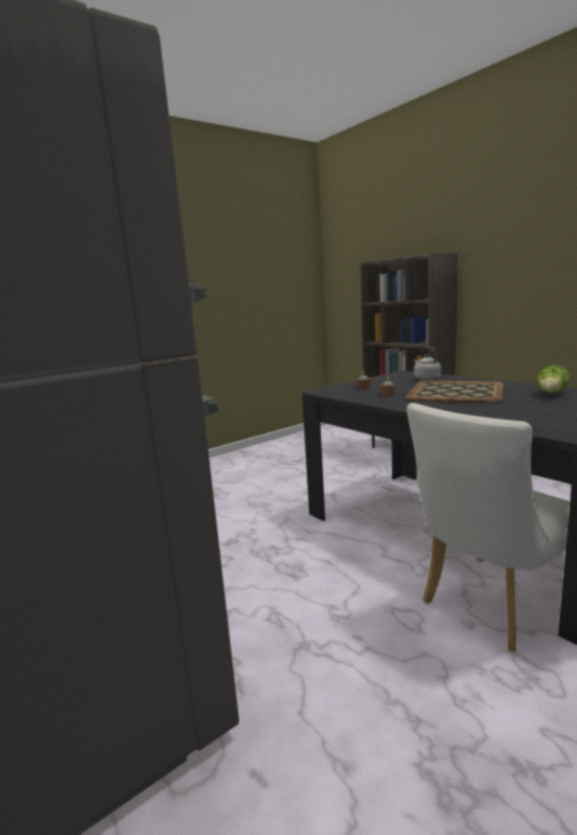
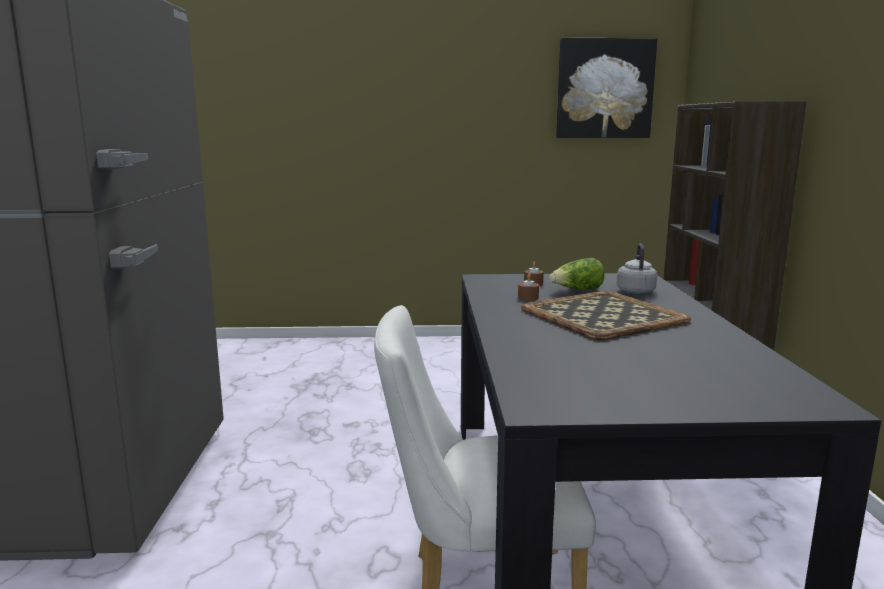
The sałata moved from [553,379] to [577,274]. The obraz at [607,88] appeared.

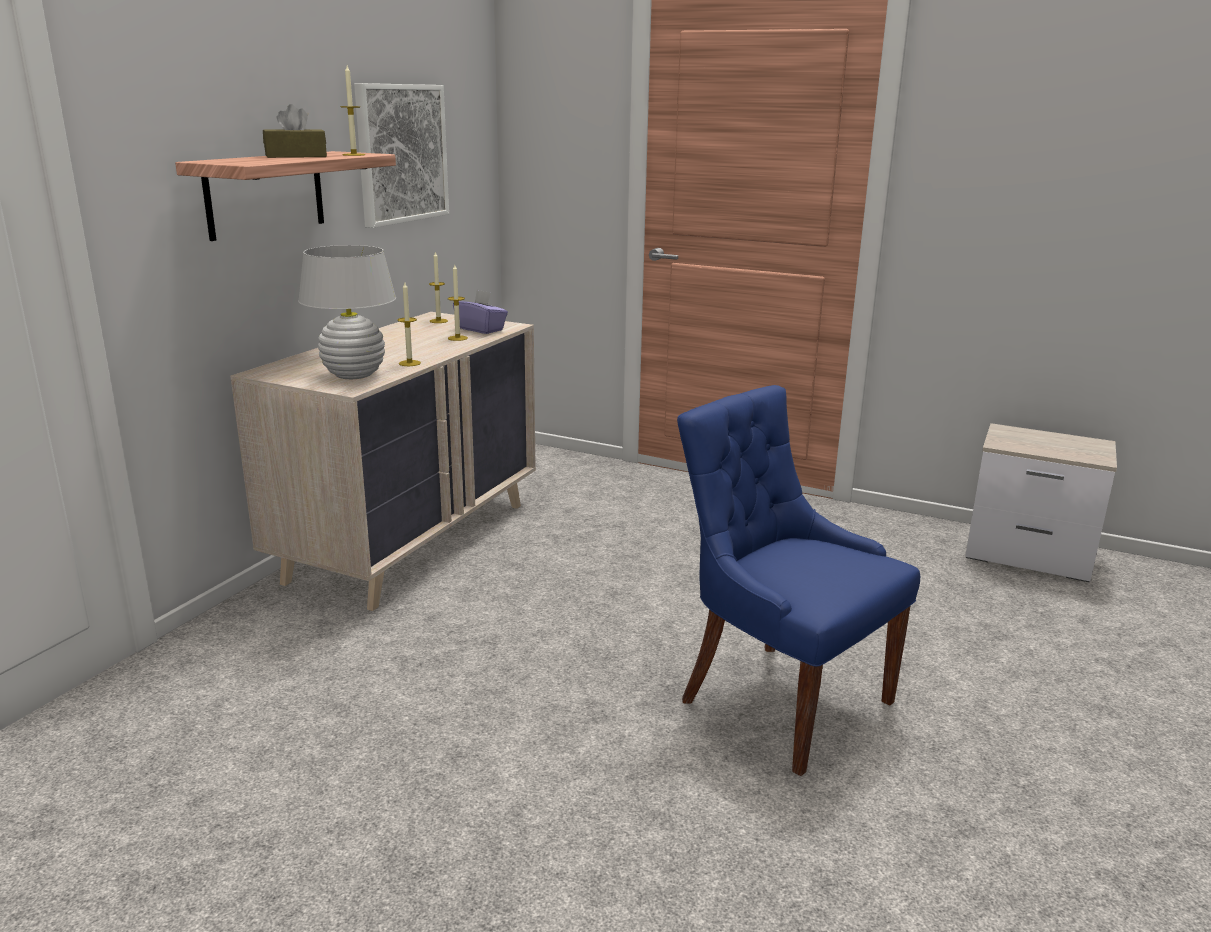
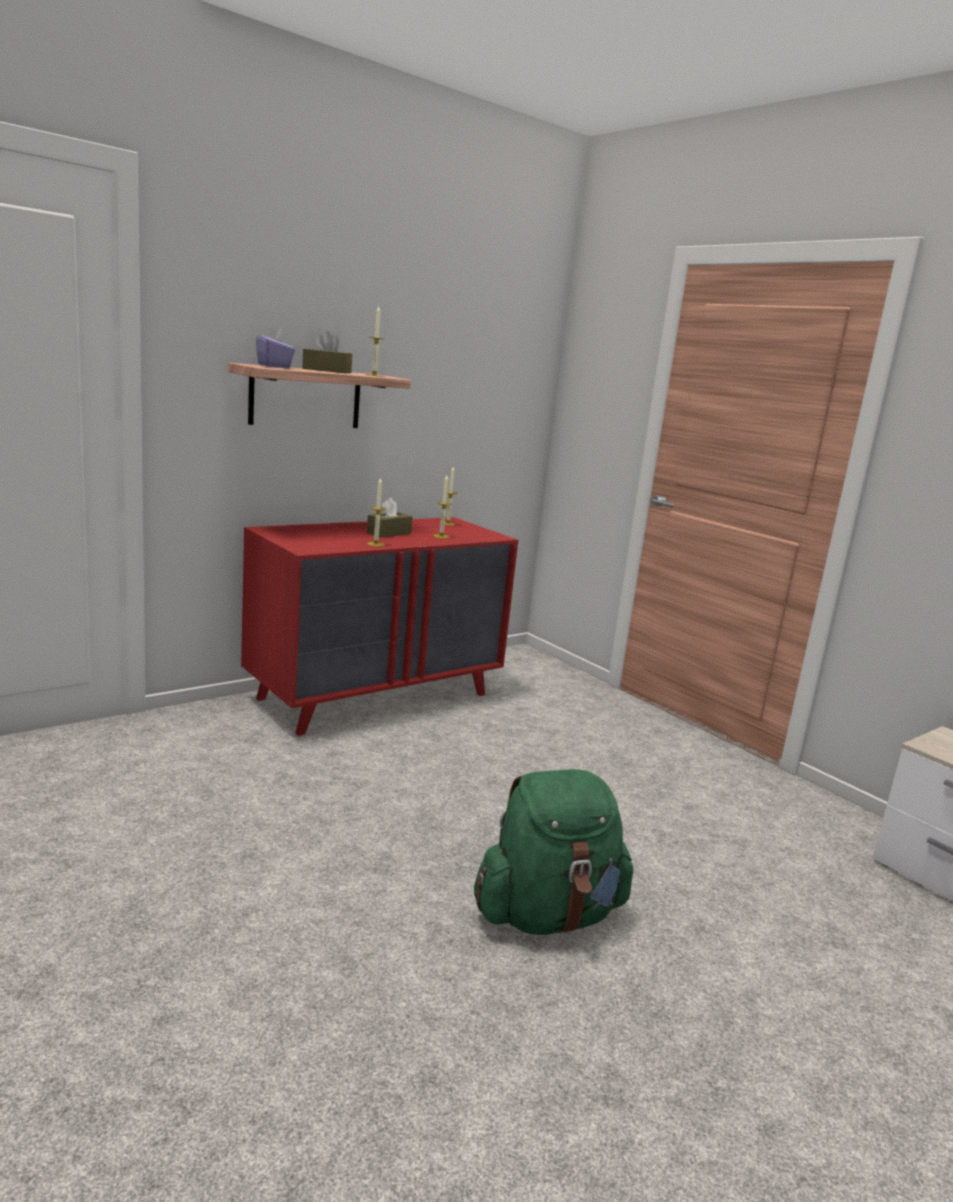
The obraz at [401,155] disappeared. The lampa stołowa/biały at [347,312] disappeared. The pudełko chusteczek/fioletowy moved from [480,312] to [275,348]. The komoda/beżowy at [383,461] became the komoda/czerwony at [379,626]. The krzesło/niebieski at [798,580] was replaced by the plecak/zielony at [553,852]. The pudełko chusteczek/brązowy at [390,518] appeared.

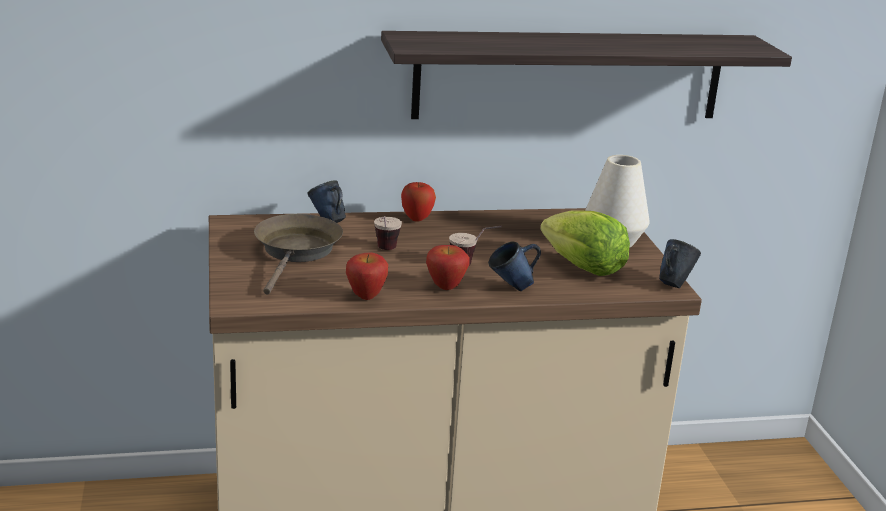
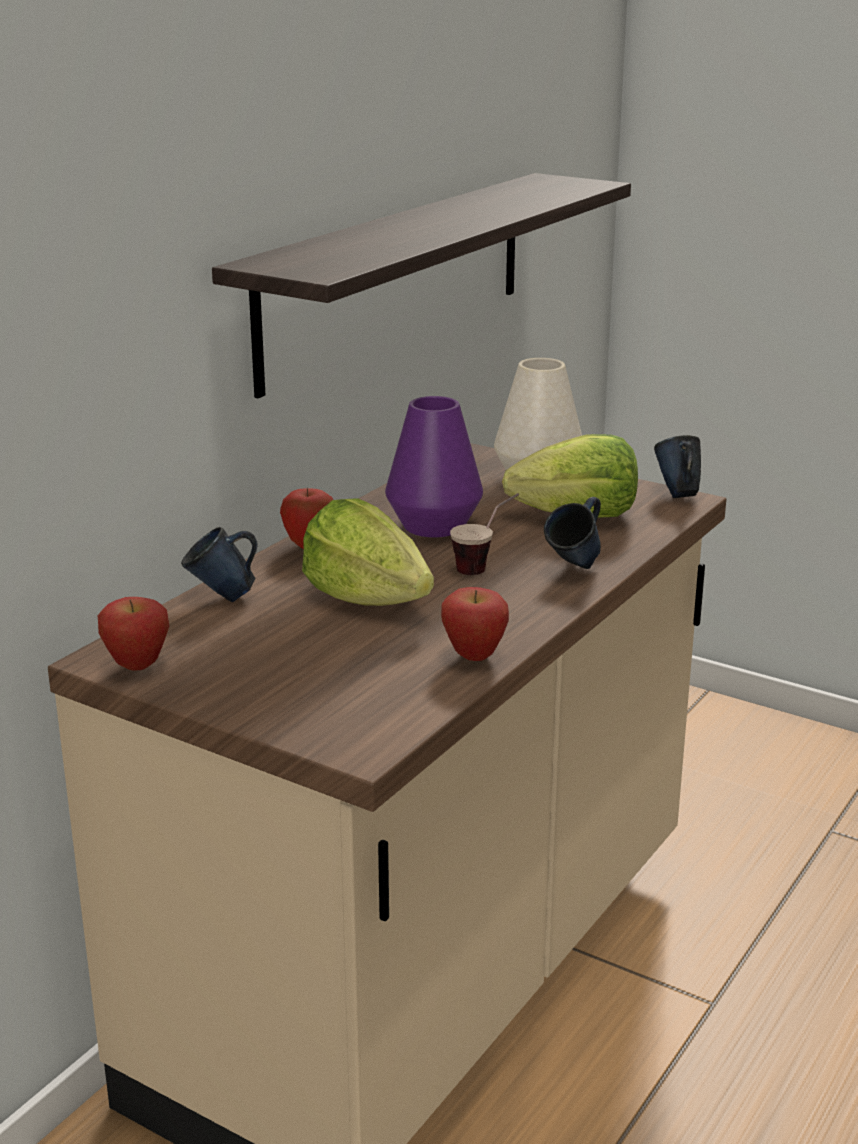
The patelnia/brązowy at [298,254] disappeared. The filiżanka at [388,233] was replaced by the sałata at [368,552]. The jabłko moved from [448,267] to [133,633]. The wazon/fioletowy at [434,466] appeared.

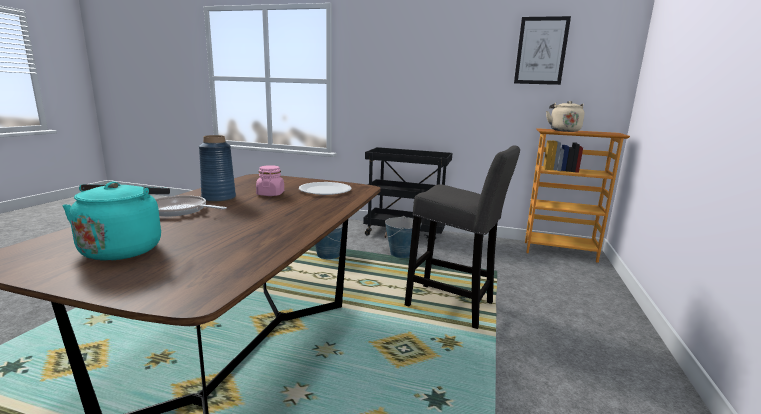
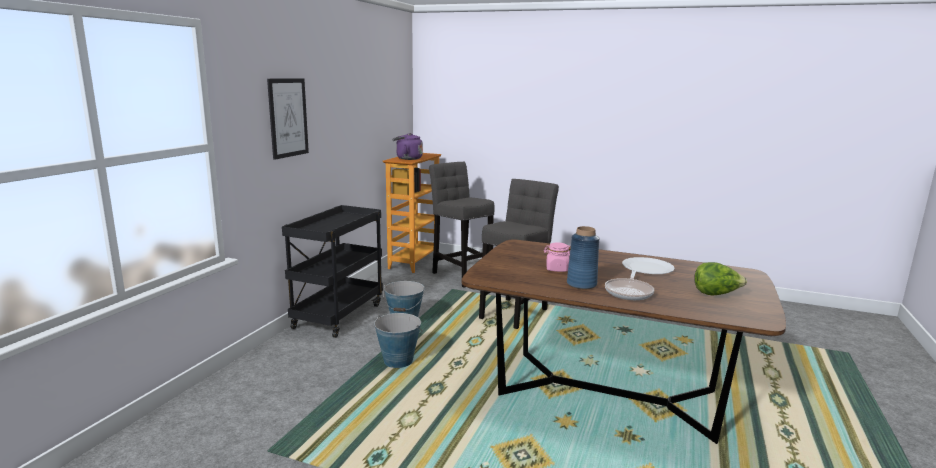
The obraz moved from [542,50] to [288,119]. The czajnik/beżowy at [565,116] became the czajnik/fioletowy at [407,146]. The czajnik/turkusowy at [116,221] was replaced by the sałata at [720,279]. The talerz/biały moved from [325,188] to [648,265]. The stołek/szary at [462,224] appeared.

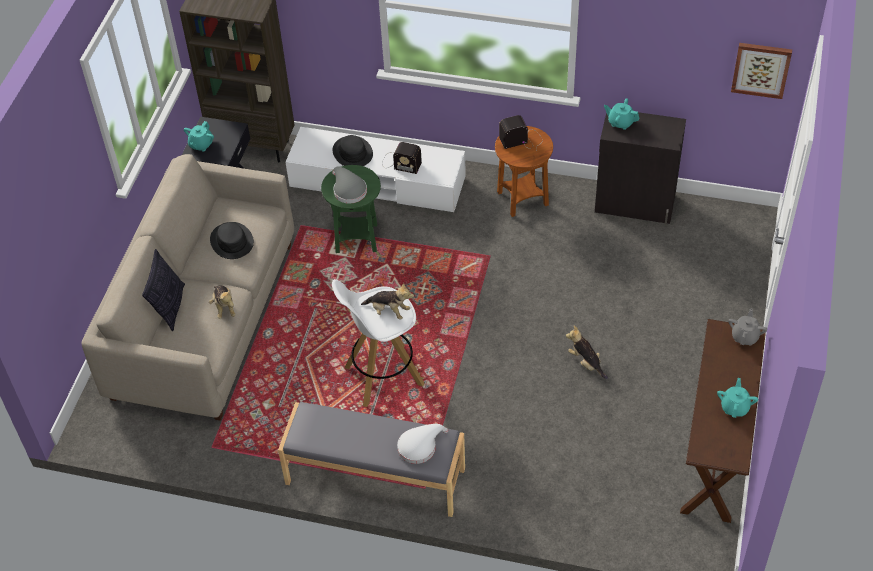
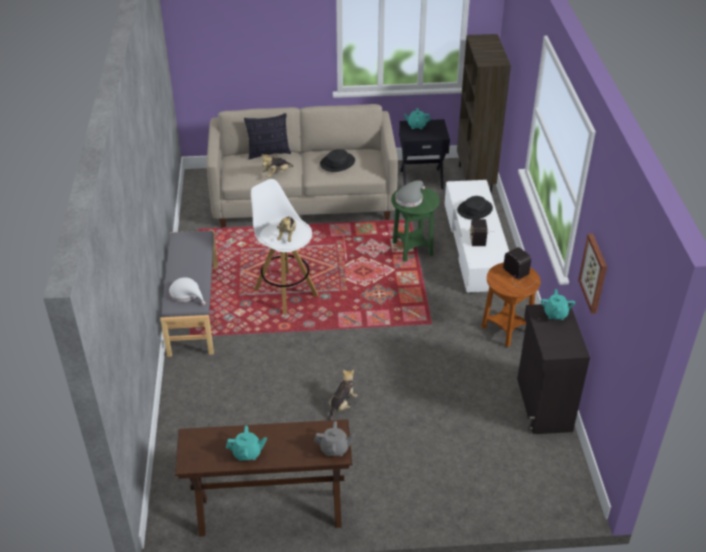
The obraz moved from [761,71] to [592,273].

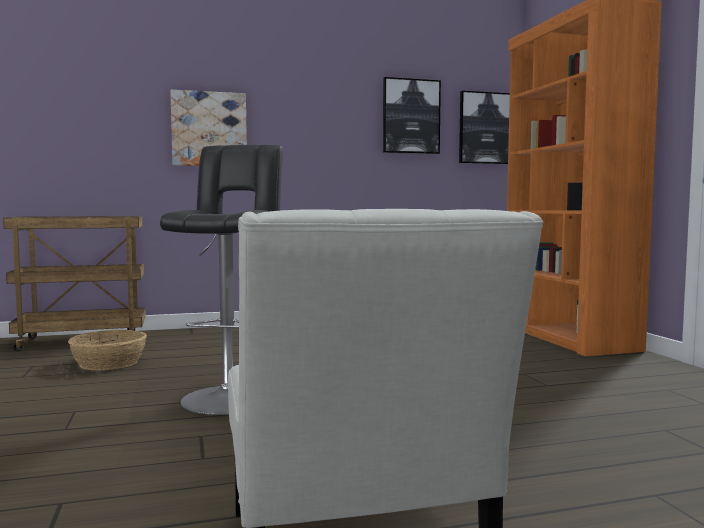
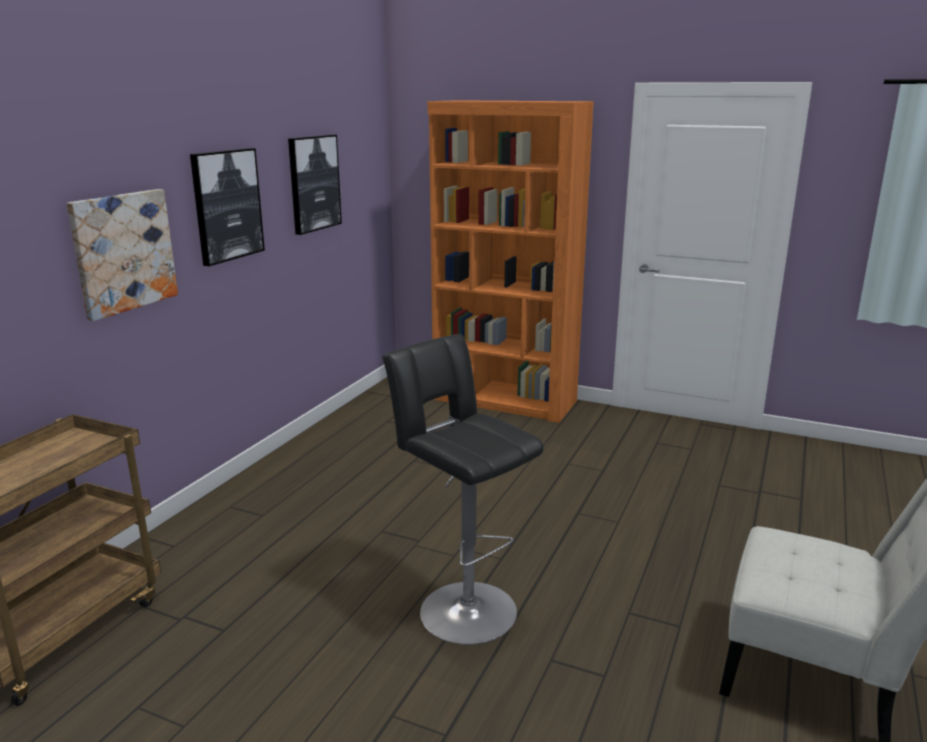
The obraz moved from [484,127] to [227,207]. The koszyk at [107,350] disappeared.

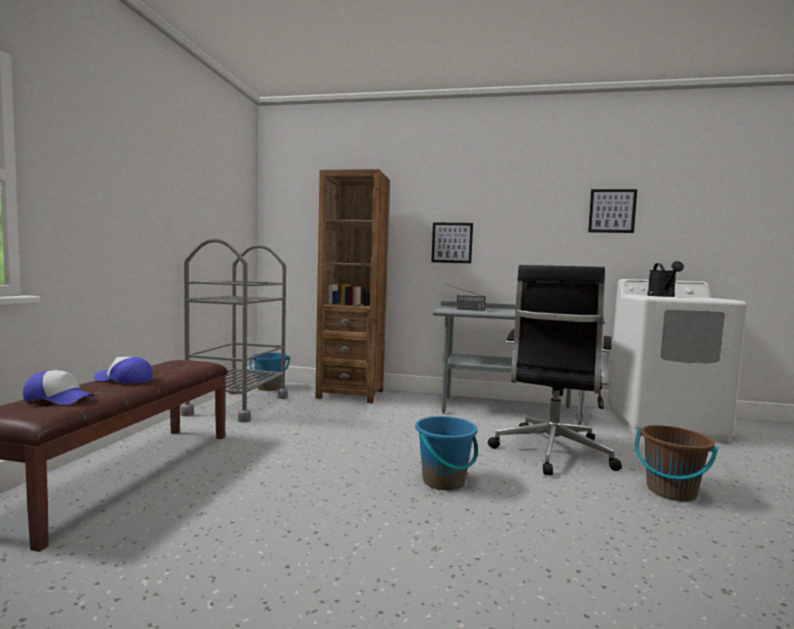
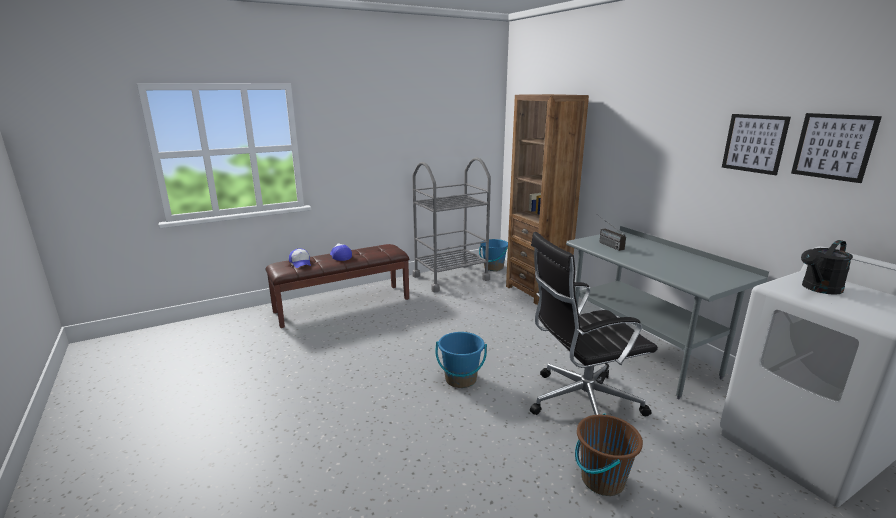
The obraz moved from [452,242] to [756,144].

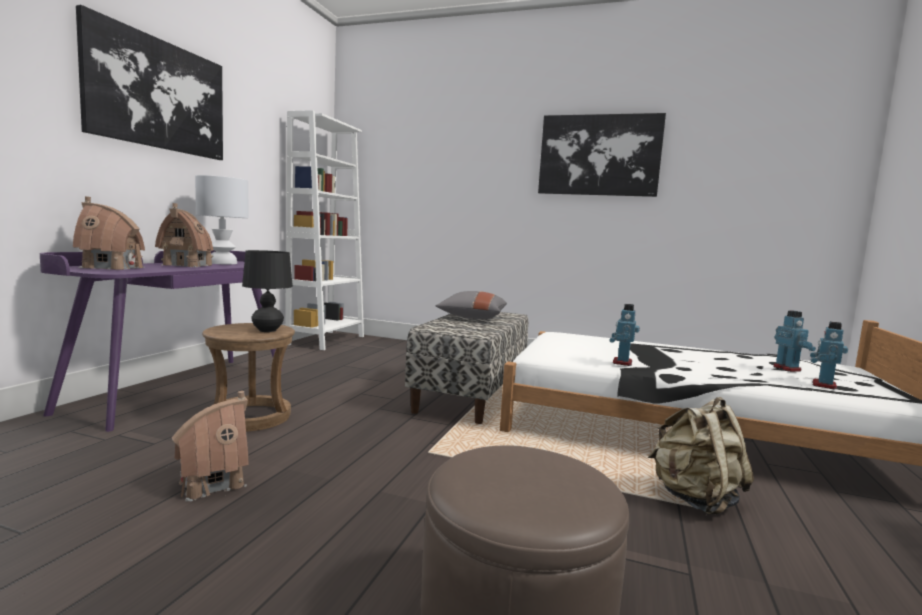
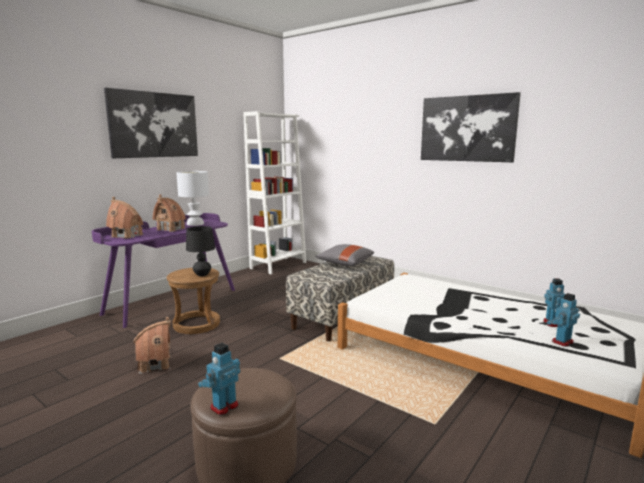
The robot zabawkowy moved from [624,335] to [219,379]. The plecak/beżowy at [701,456] disappeared.

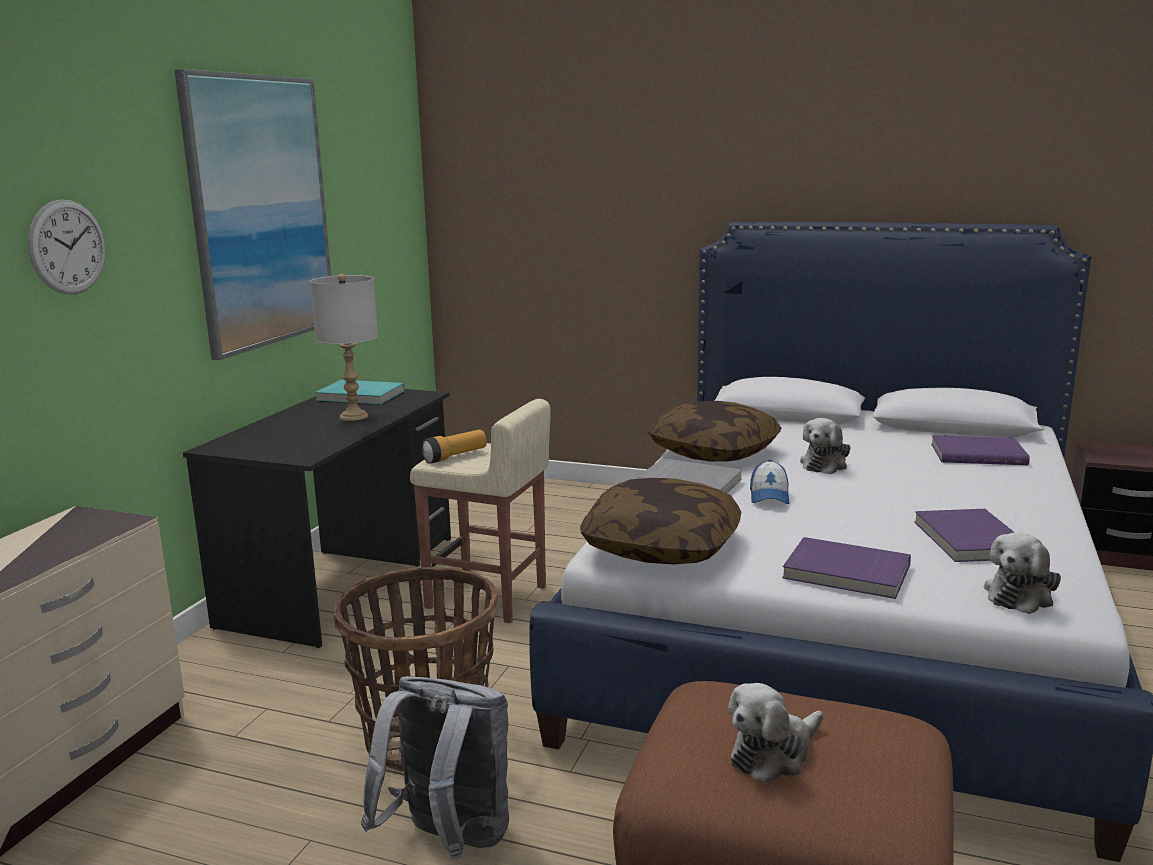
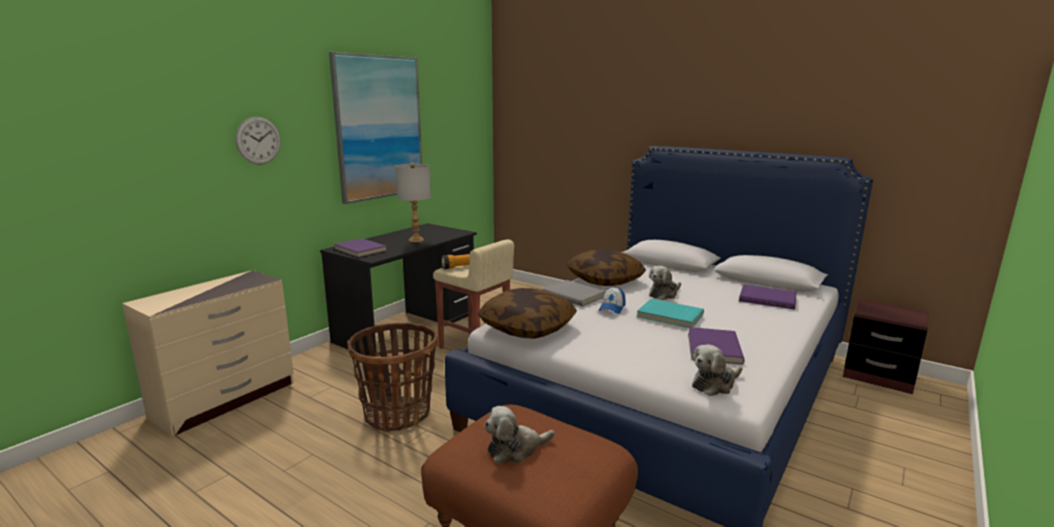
The książka/turkusowy moved from [360,392] to [670,313]. The książka/fioletowy moved from [846,568] to [361,247]. The plecak/szary at [435,768] disappeared.

